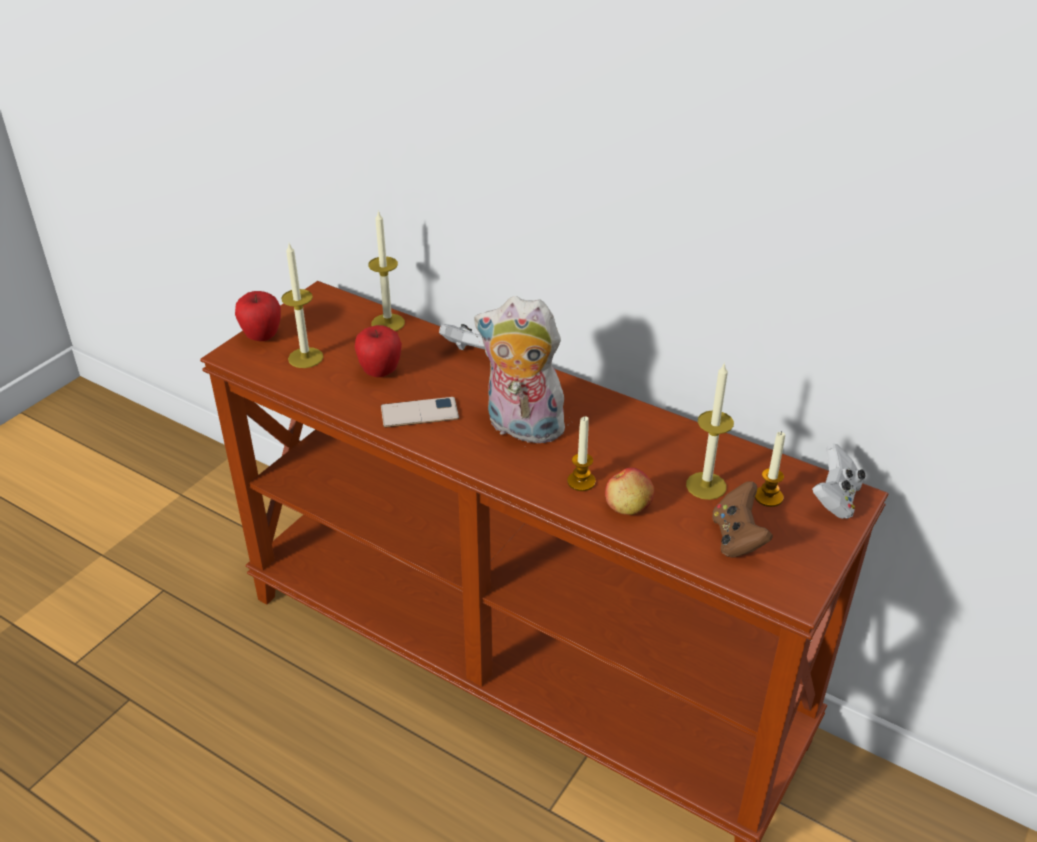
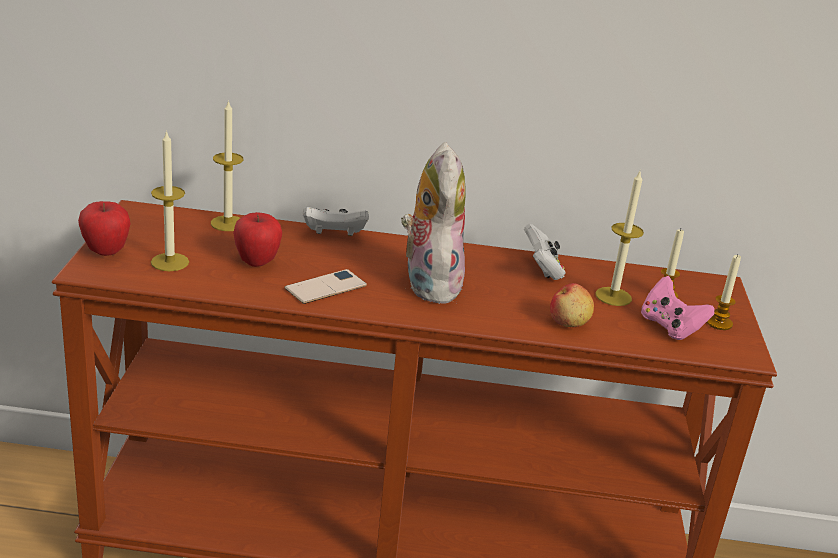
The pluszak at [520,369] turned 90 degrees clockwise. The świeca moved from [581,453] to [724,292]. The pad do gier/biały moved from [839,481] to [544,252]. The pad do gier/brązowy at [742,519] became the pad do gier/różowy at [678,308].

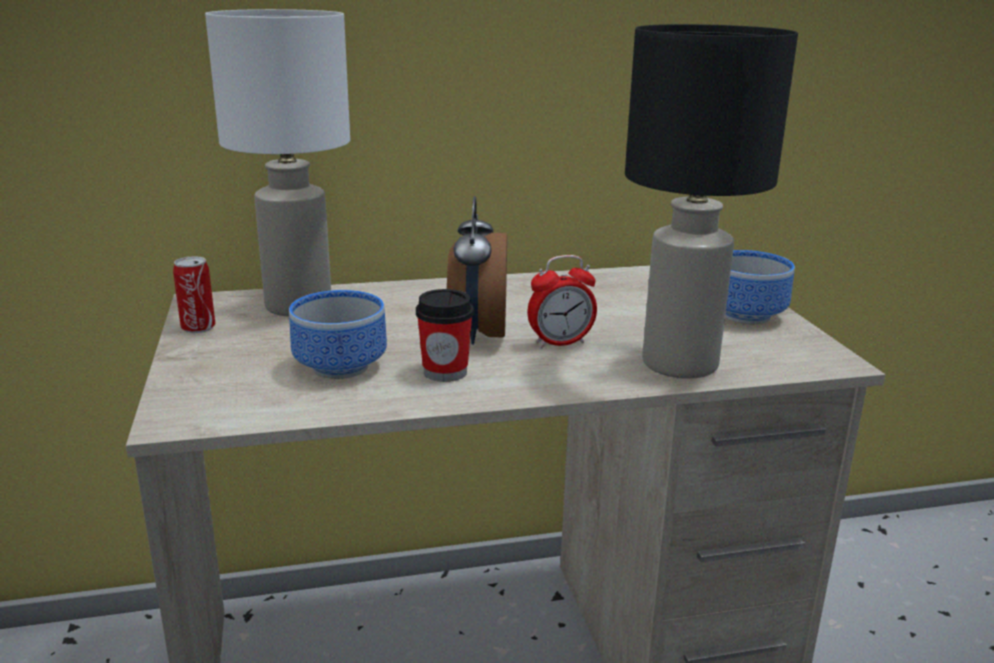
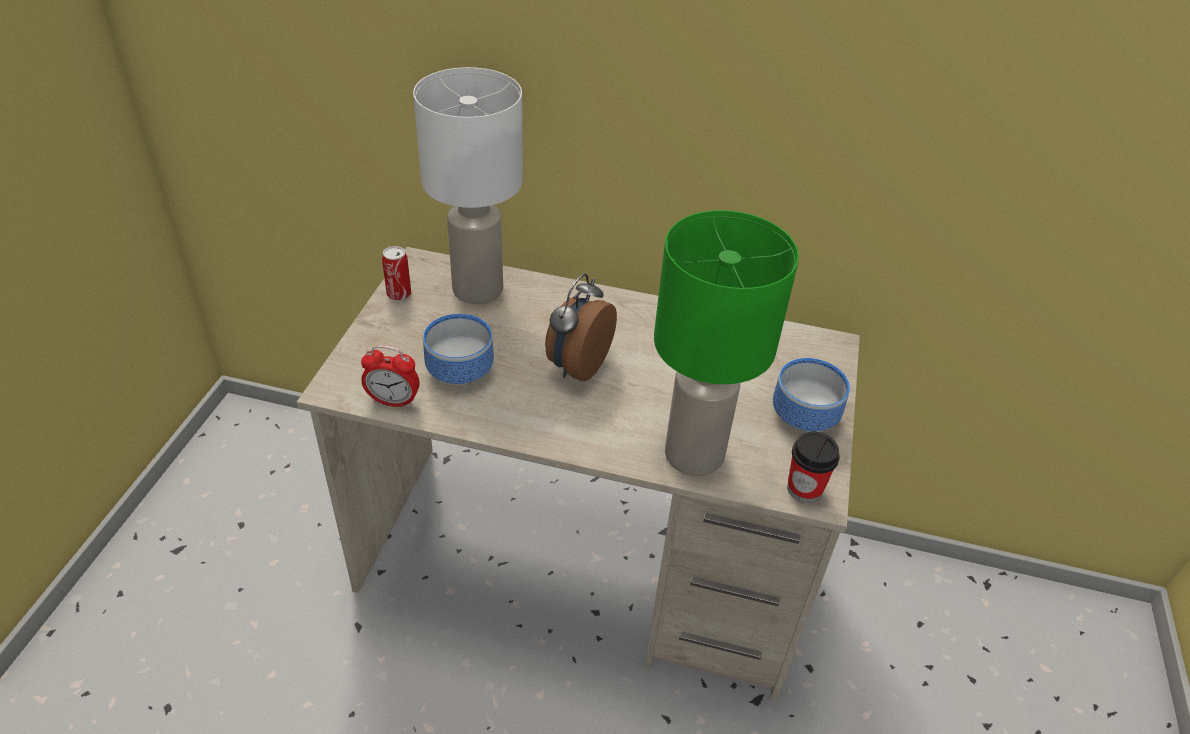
The lampa stołowa/czarny at [711,201] became the lampa stołowa/zielony at [726,343]. The budzik moved from [562,301] to [390,376]. The filiżanka moved from [445,335] to [813,467].

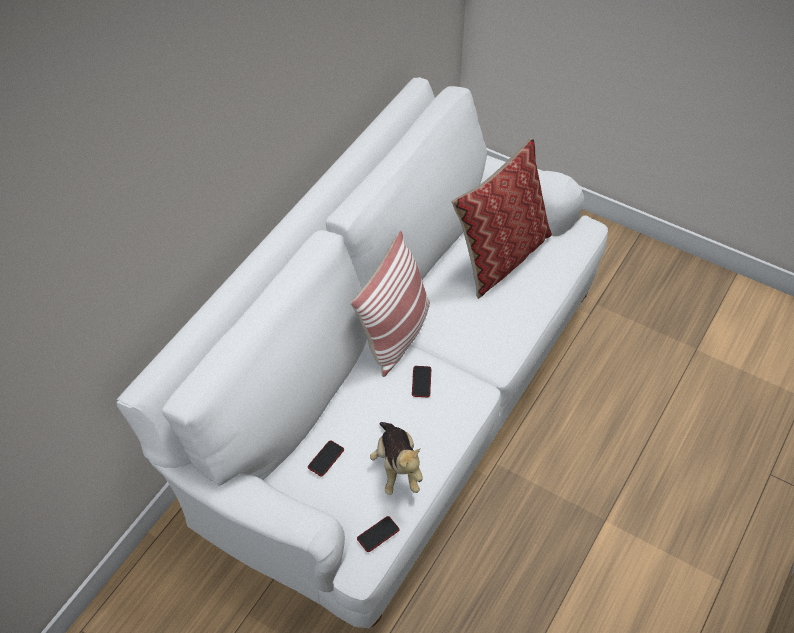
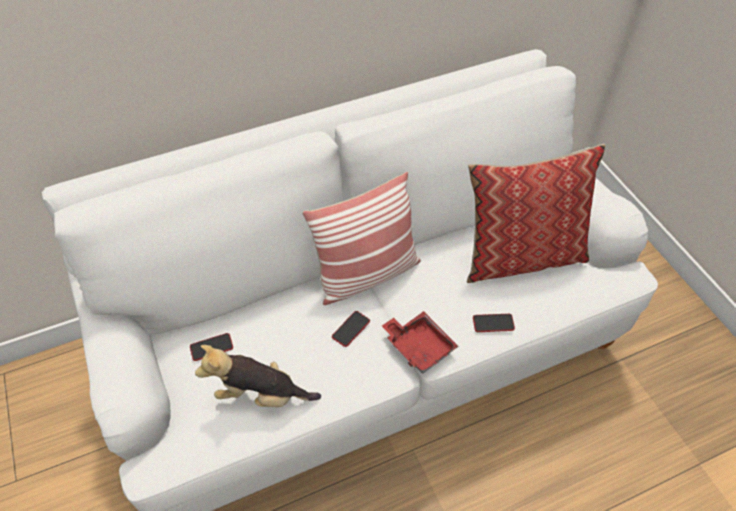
The pluszak at [396,458] turned 75 degrees clockwise. The telefon moved from [378,534] to [494,323]. The taca/czerwony at [420,342] appeared.

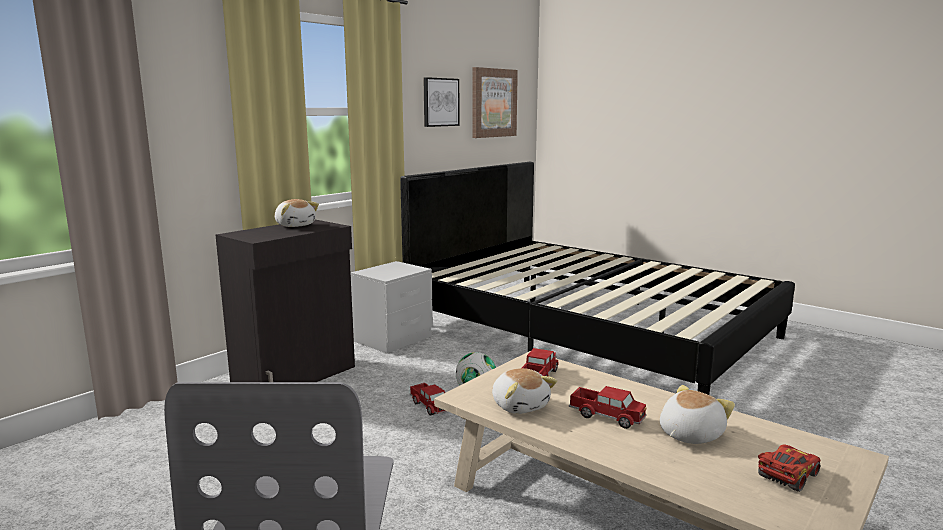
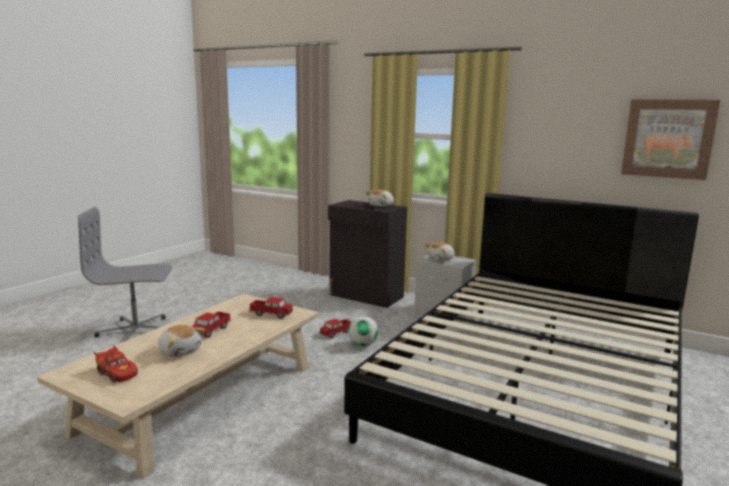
The obraz at [441,102] disappeared. The pluszak moved from [524,391] to [440,251].

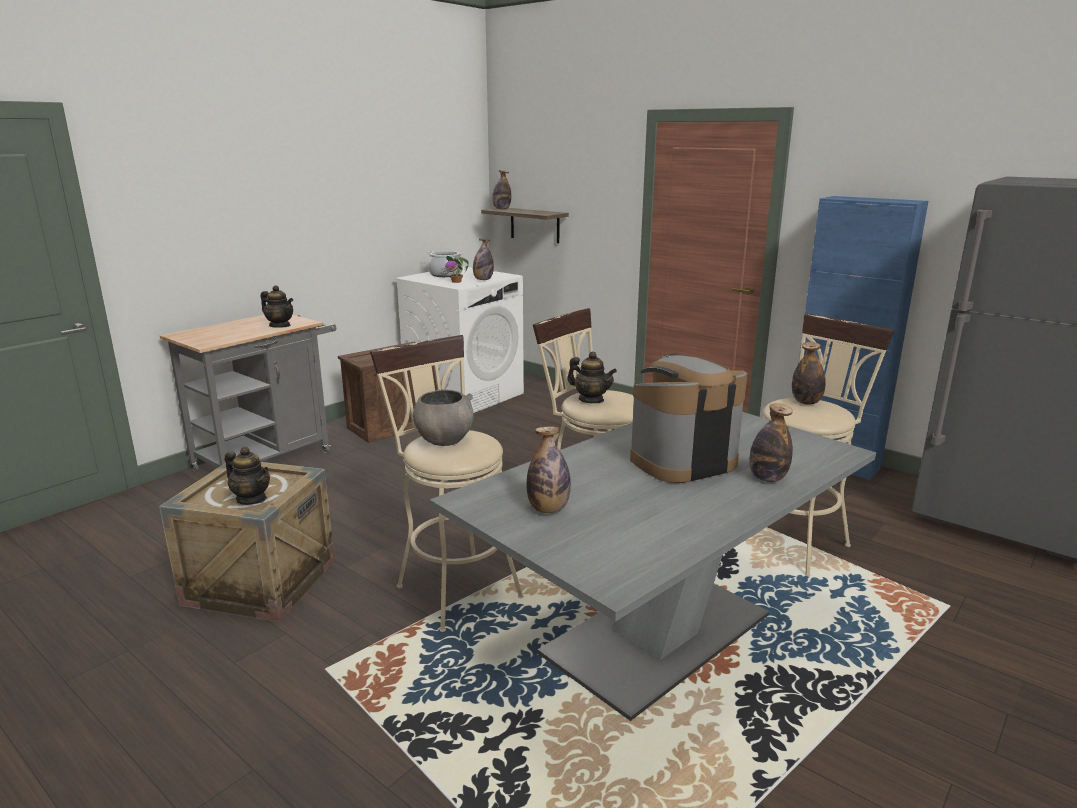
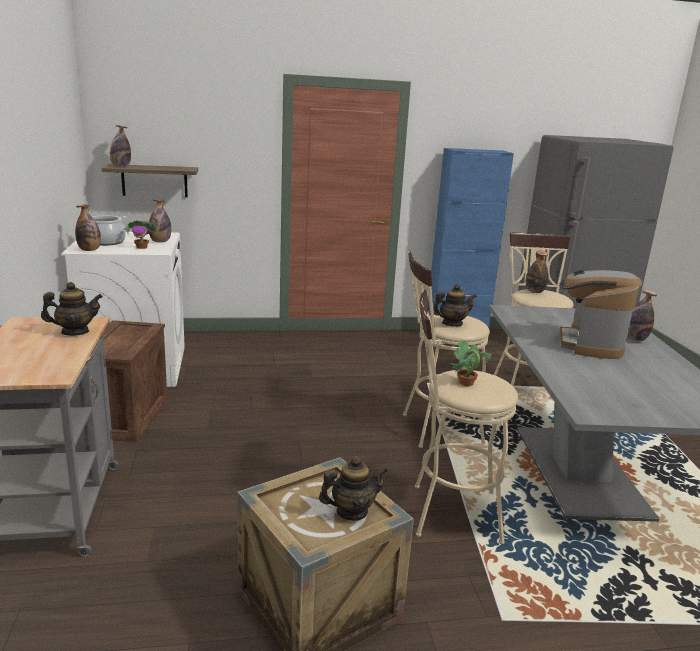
The miska/szary at [443,417] was replaced by the roślina doniczkowa at [470,363]. The butelka moved from [549,469] to [88,227].

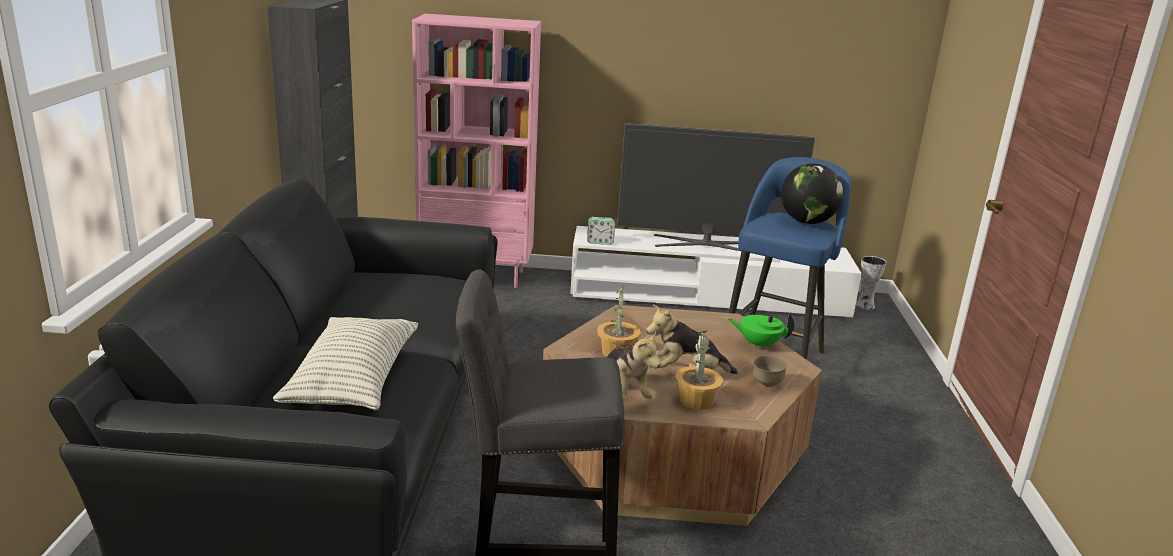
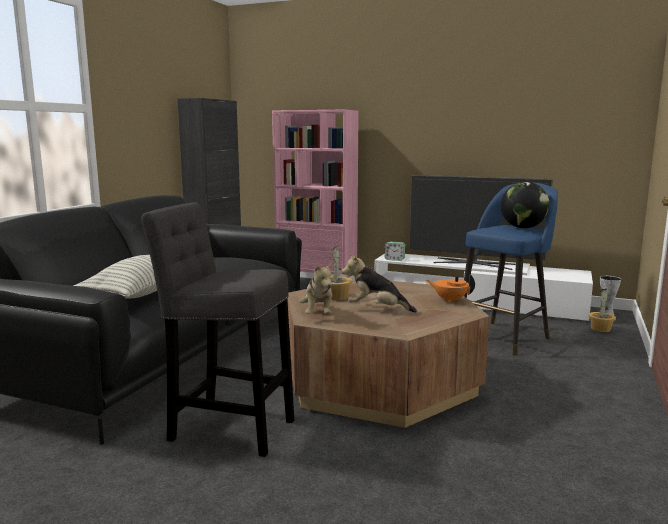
The imbryk/zielony at [761,331] became the imbryk/pomarańczowy at [451,288]. The roślina doniczkowa moved from [699,370] to [602,310]. The miska/brązowy at [770,371] disappeared.

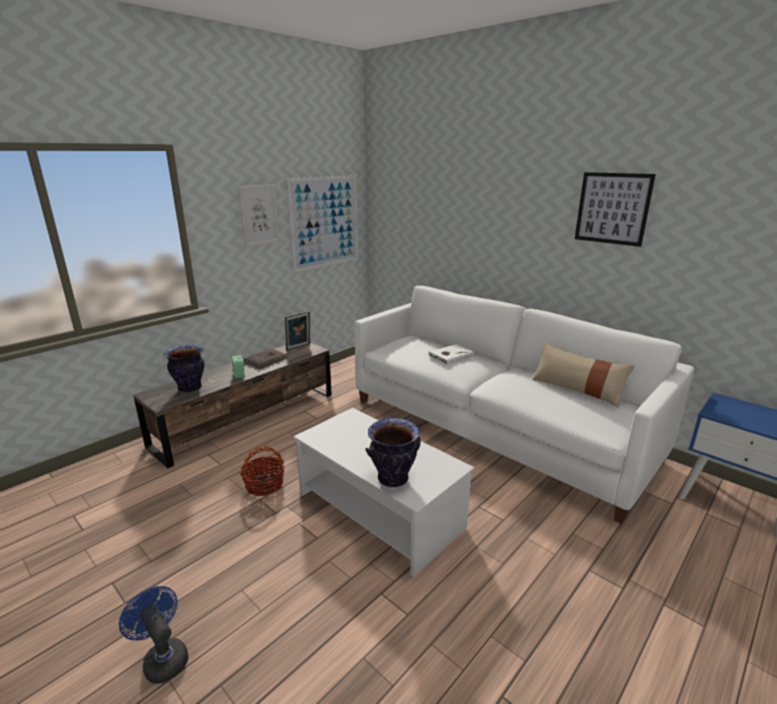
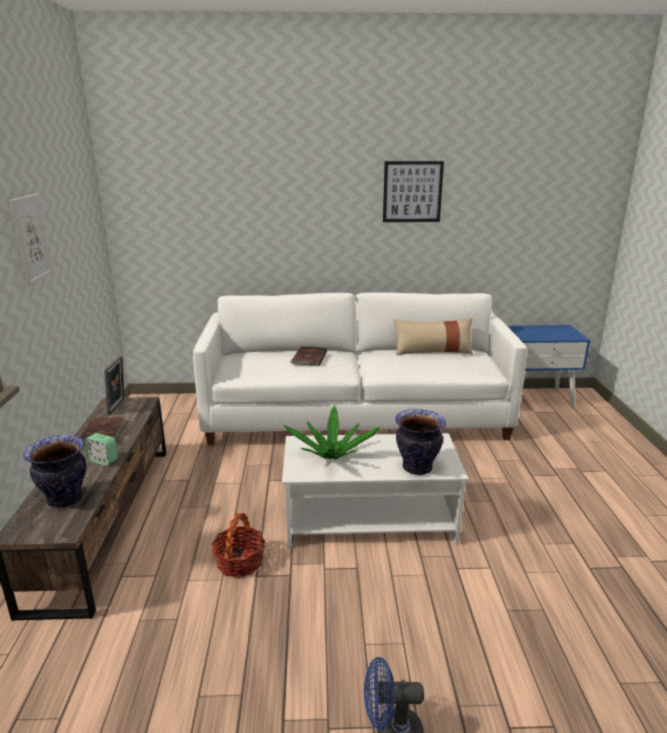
The obraz at [322,224] disappeared. The książka/biały at [451,354] became the książka/brązowy at [308,356]. The roślina doniczkowa at [332,432] appeared.

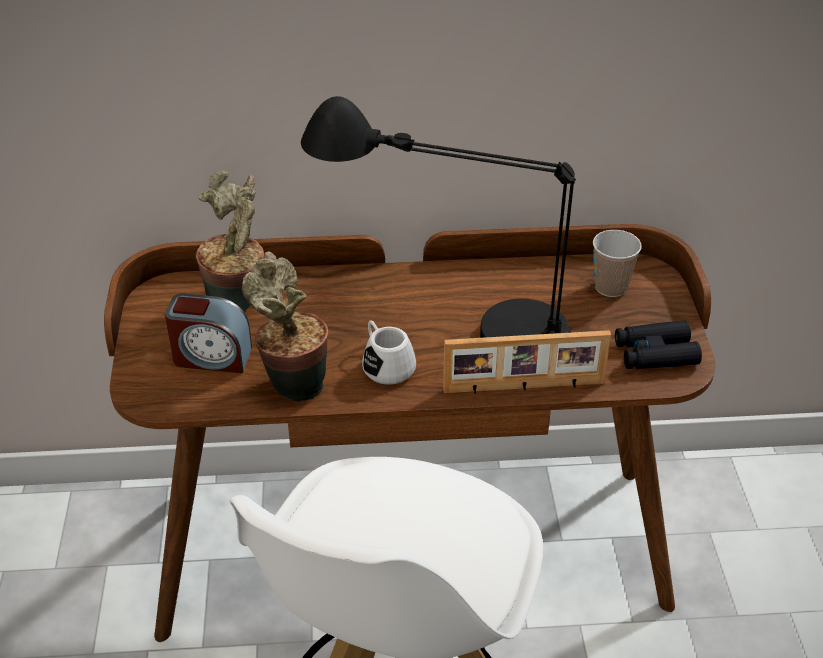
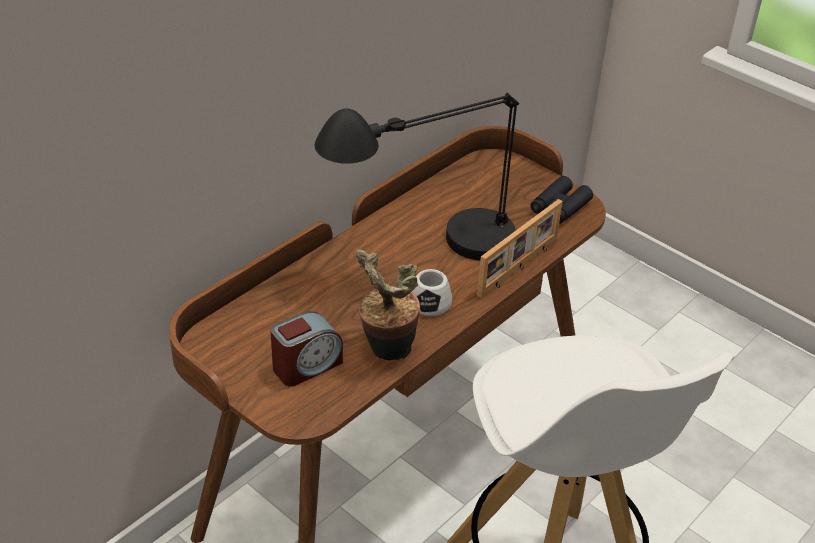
The roślina doniczkowa at [230,241] disappeared. The filiżanka at [617,263] disappeared.

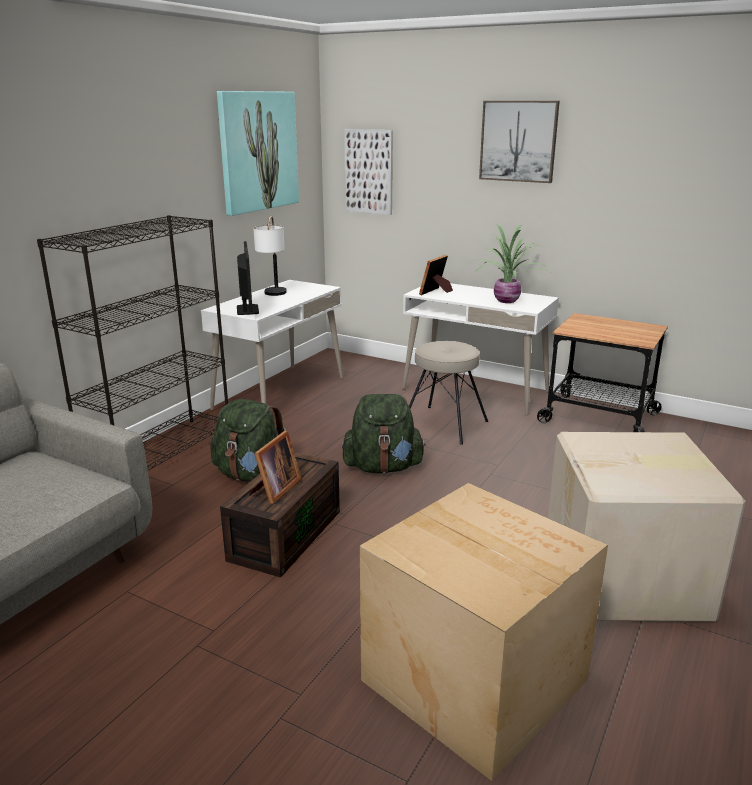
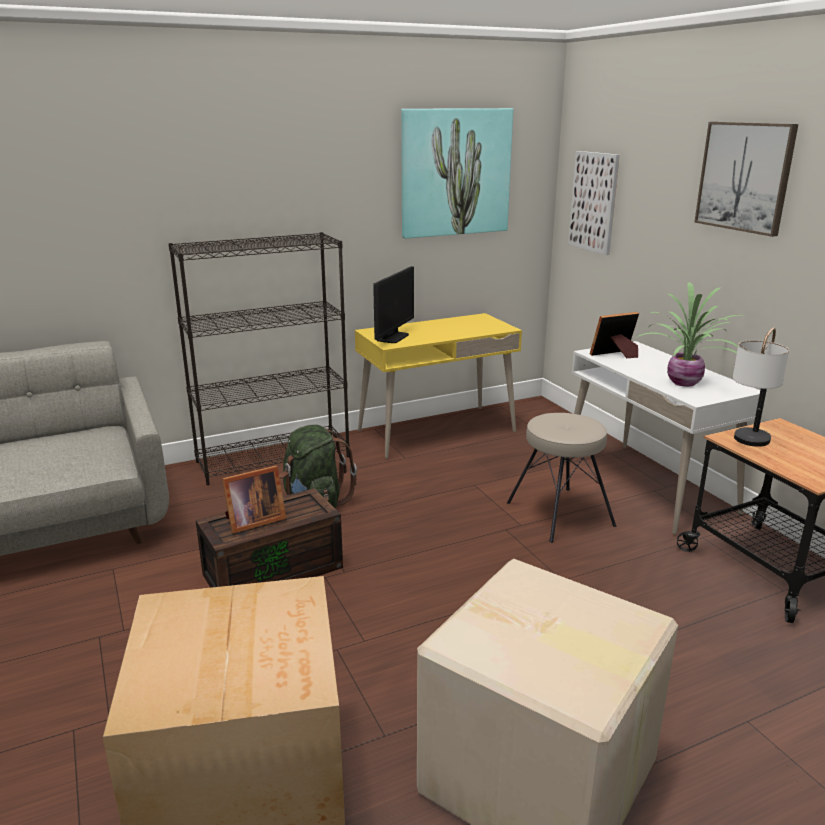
The lampa stołowa moved from [270,256] to [761,387]. The biurko/biały at [272,345] became the biurko/żółty at [438,386]. The plecak/zielony at [384,433] disappeared.

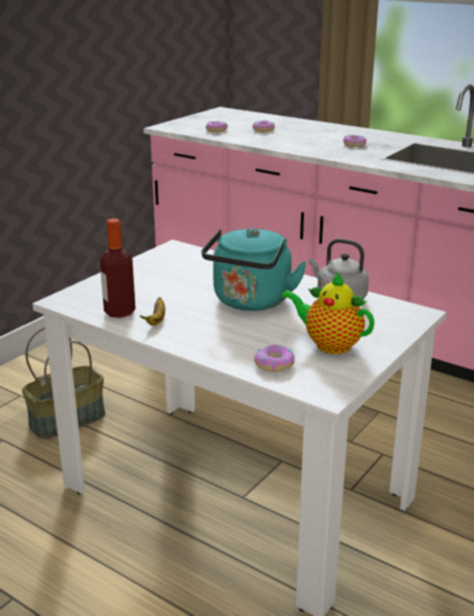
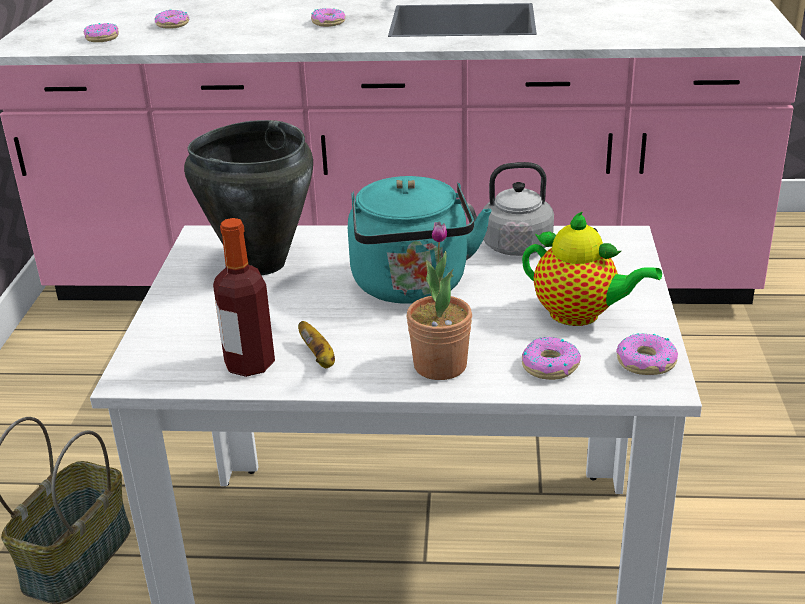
The imbryk at [327,313] turned 150 degrees counterclockwise. The garnek/czarny at [248,197] appeared. The roślina doniczkowa at [439,300] appeared. The donut at [647,354] appeared.

